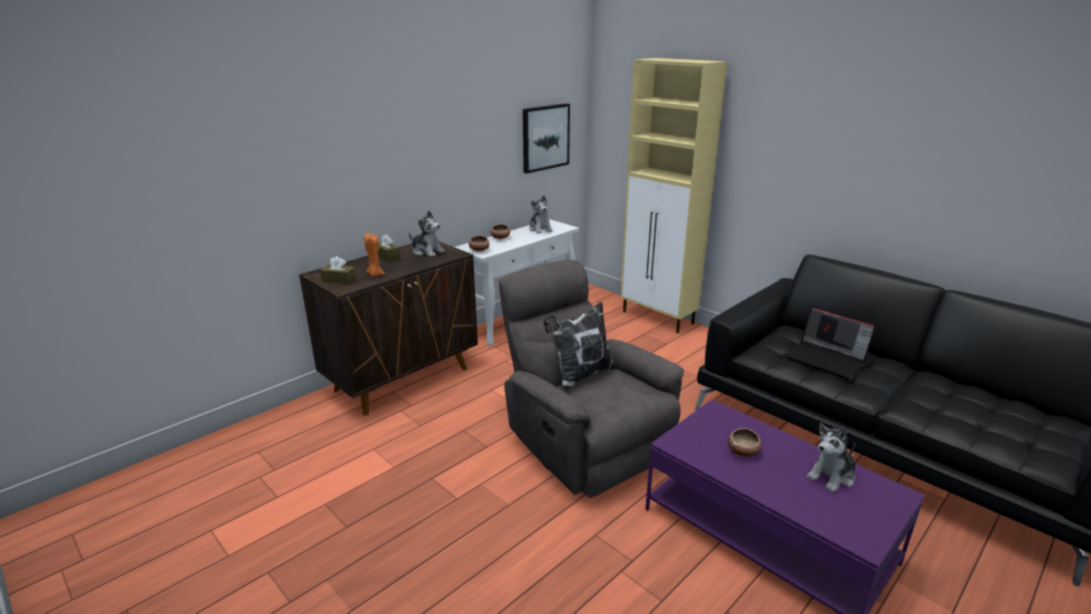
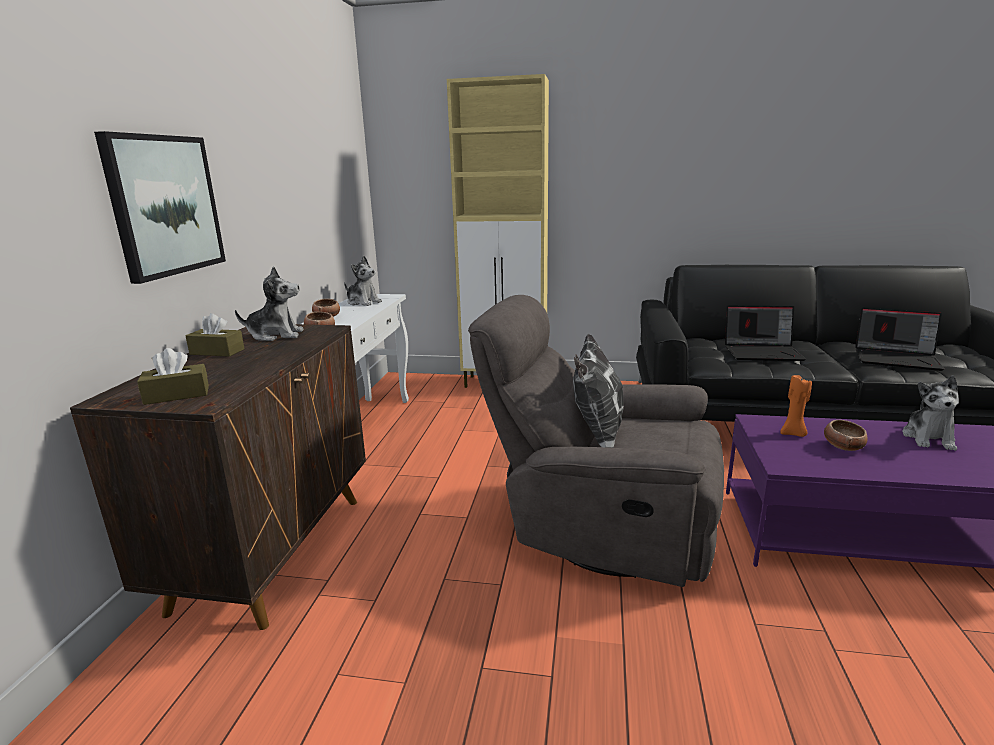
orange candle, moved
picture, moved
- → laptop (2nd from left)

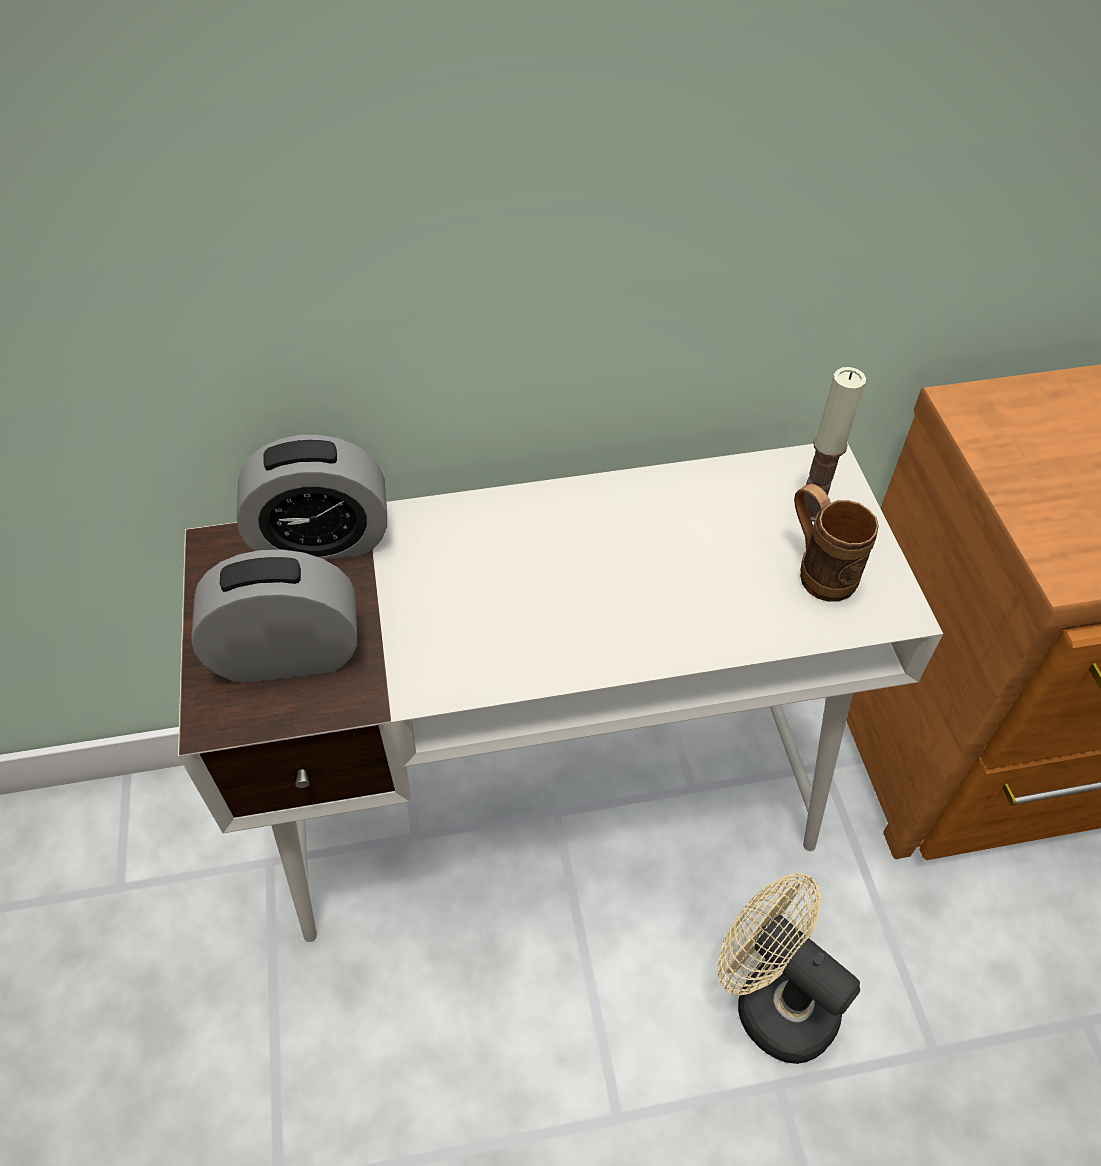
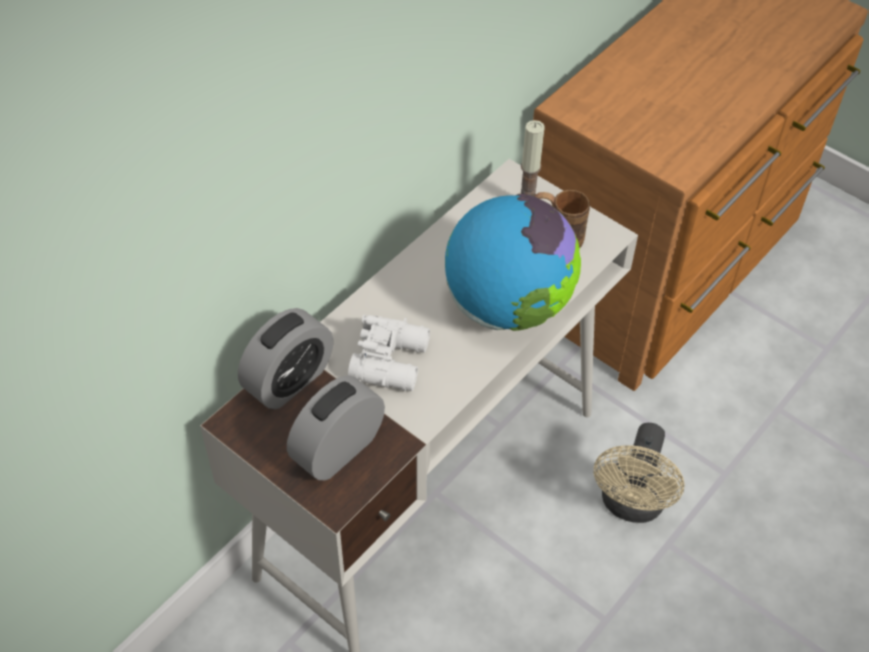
beige fan, 75 degrees counterclockwise
- → white binoculars
- → globe

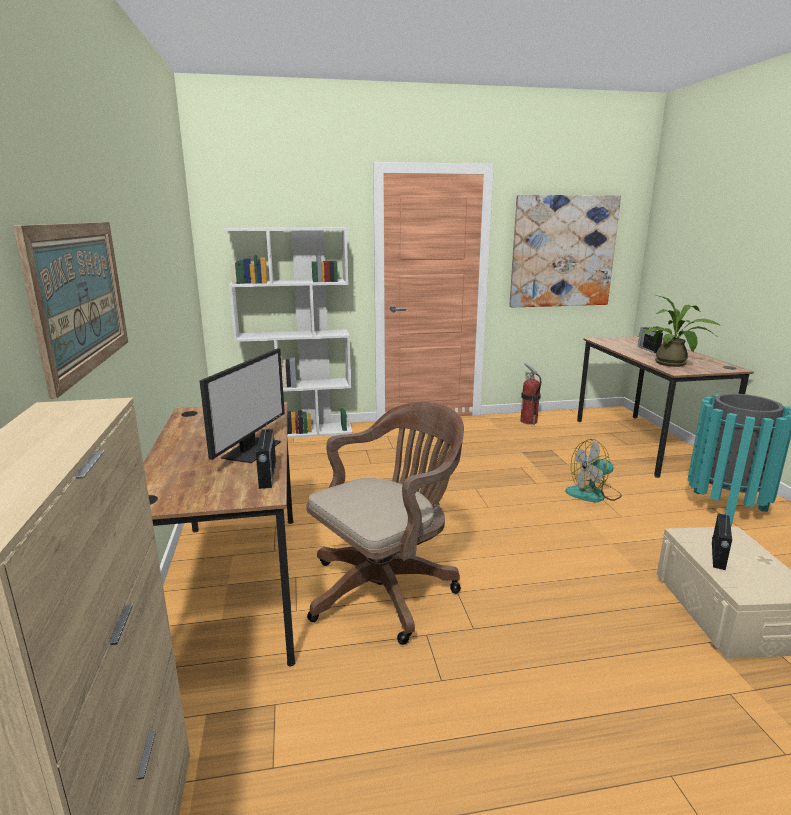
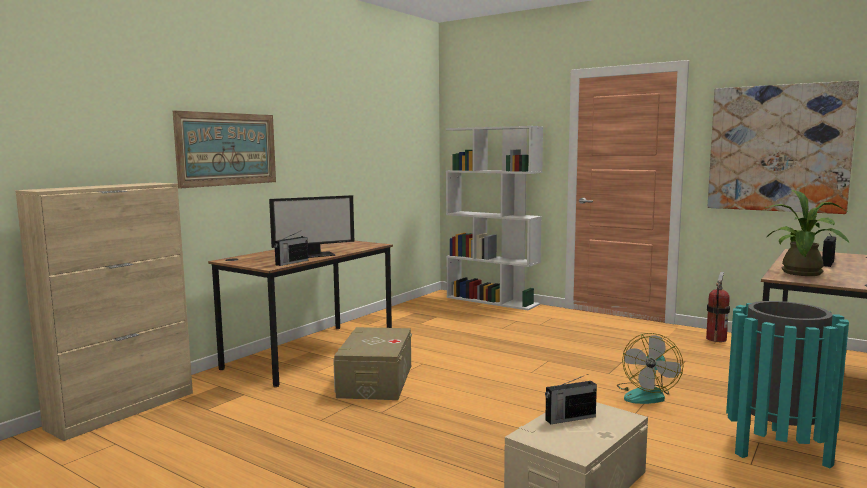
brown office chair → beige storage box (1st from left)
fan, 90 degrees counterclockwise

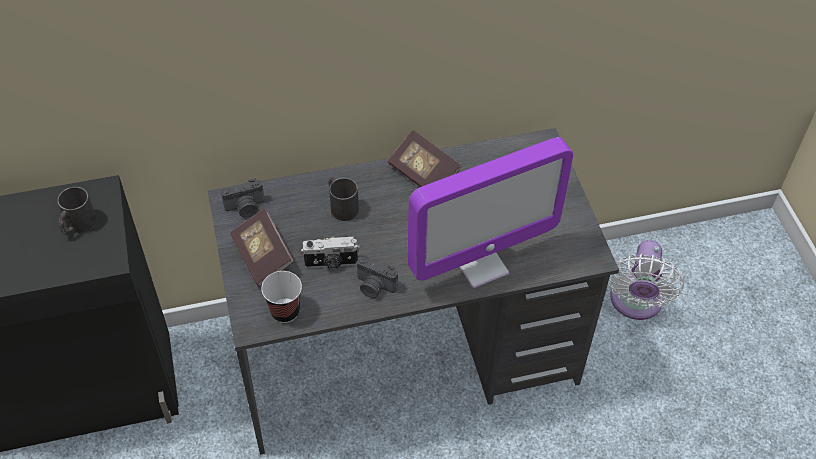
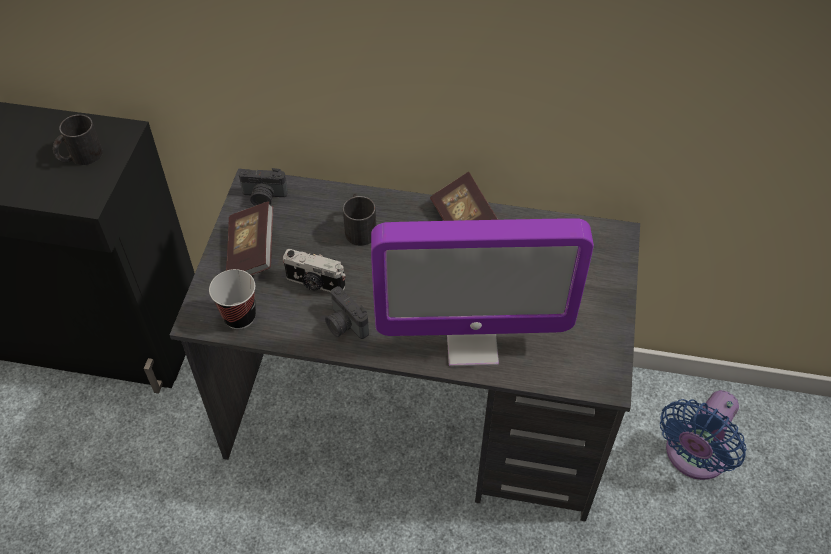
white fan → blue fan

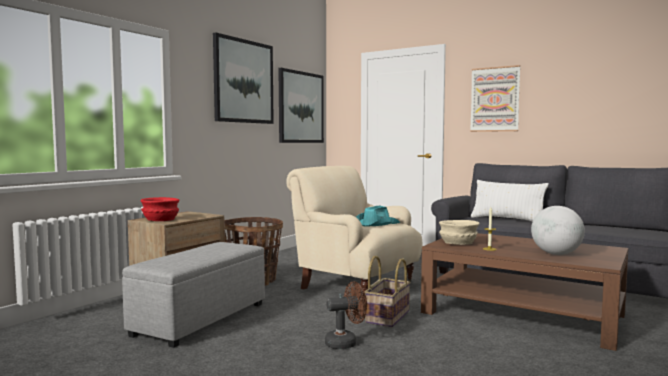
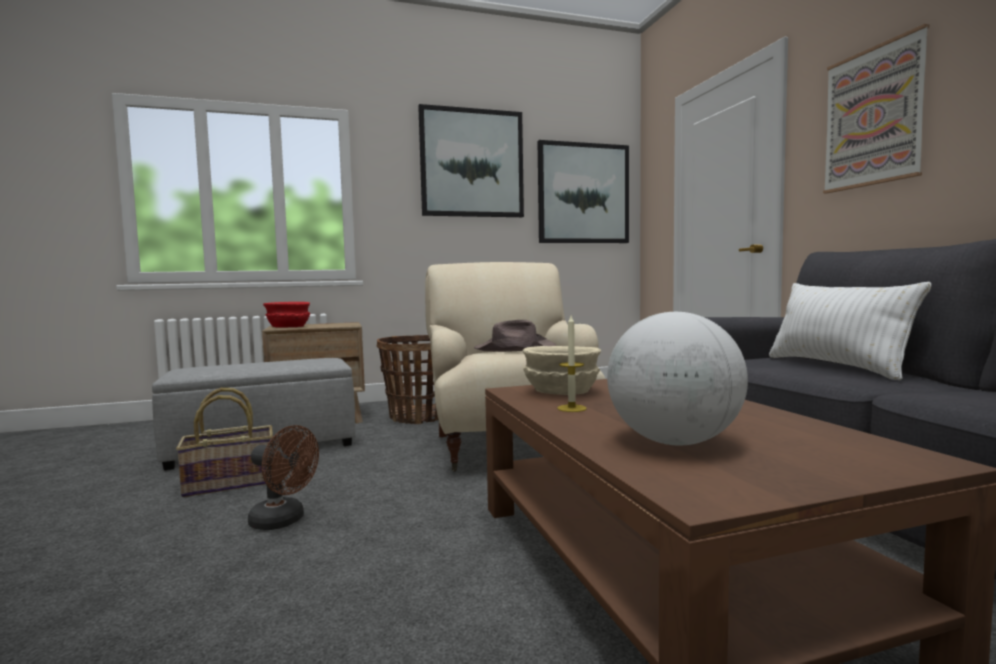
turquoise hat → brown hat
basket (2nd from left in the first image) → basket (1st from left), moved

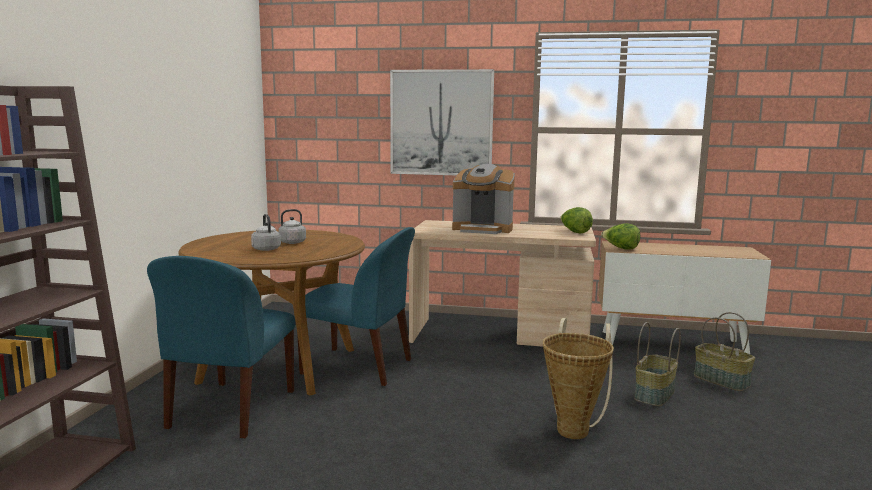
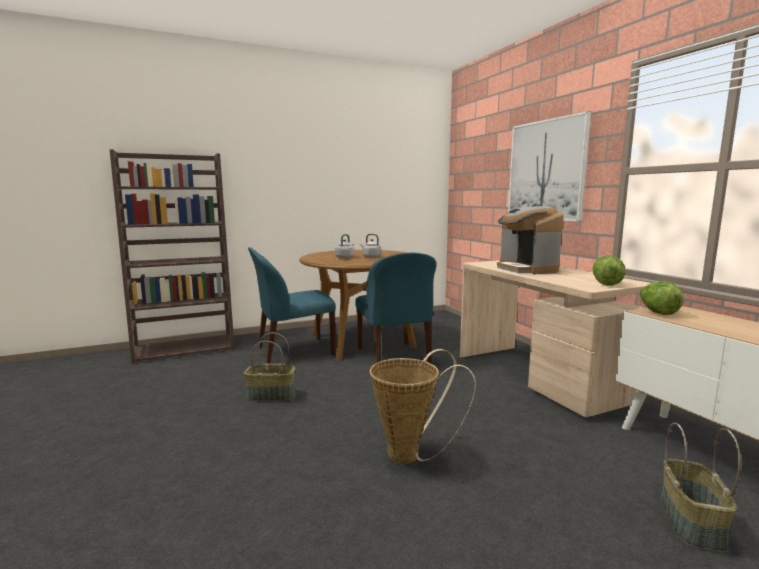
basket (2nd from left in the first image) → basket (1st from left), moved

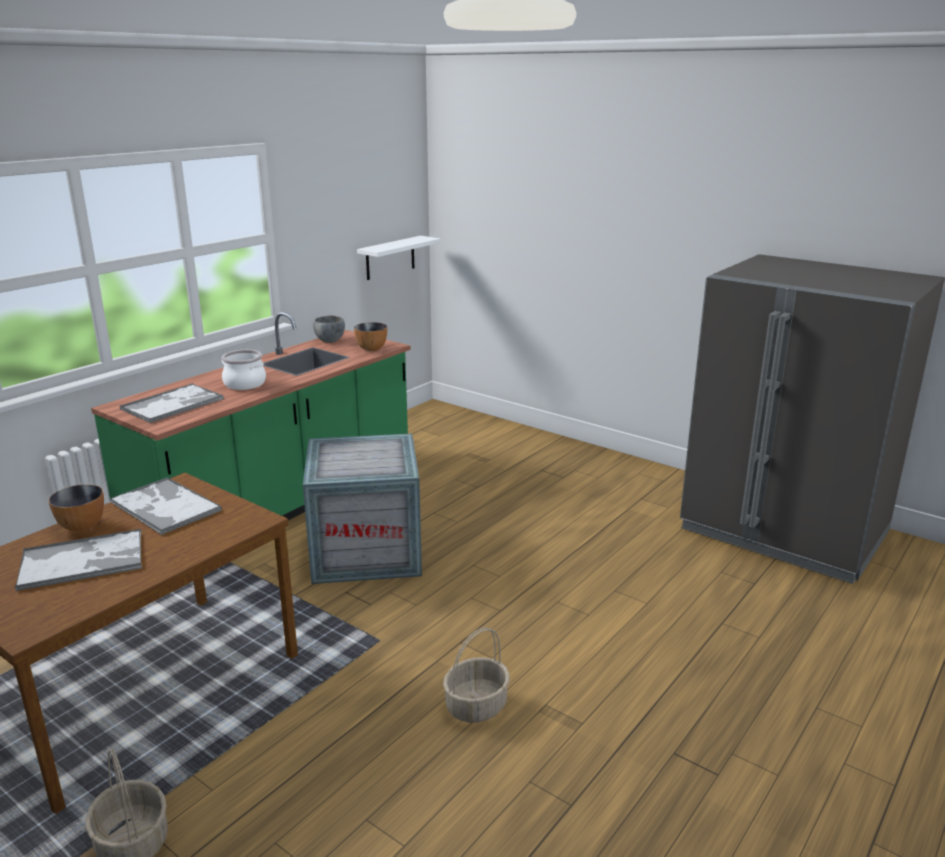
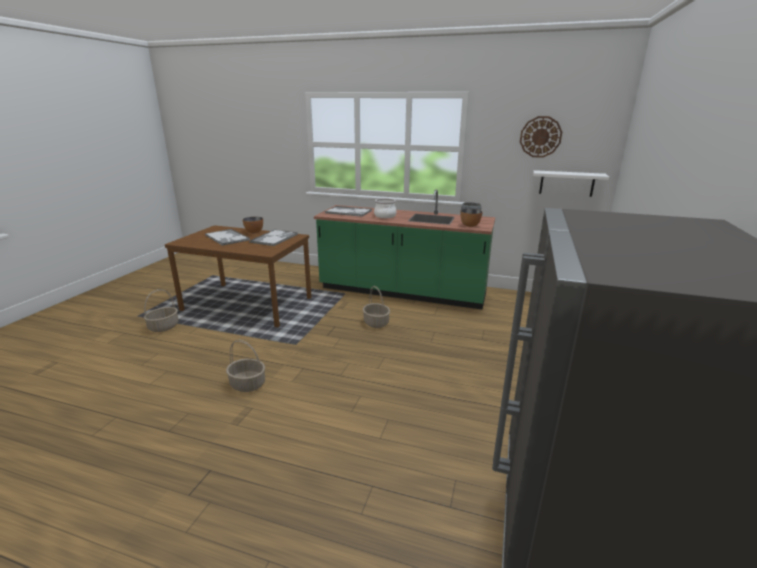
crate → basket (3rd from left)
- → wall clock

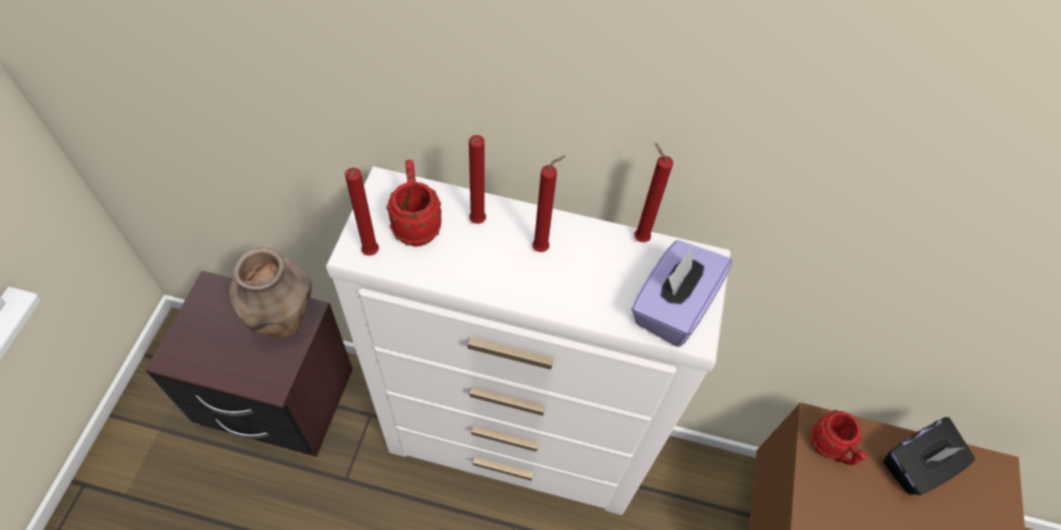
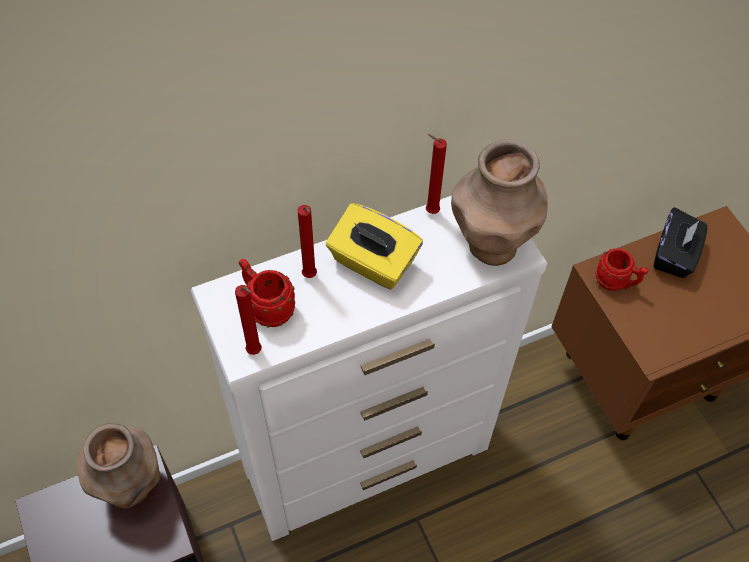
red candle (3rd from left) → yellow tissue box
purple tissue box → brown vase (2nd from left)

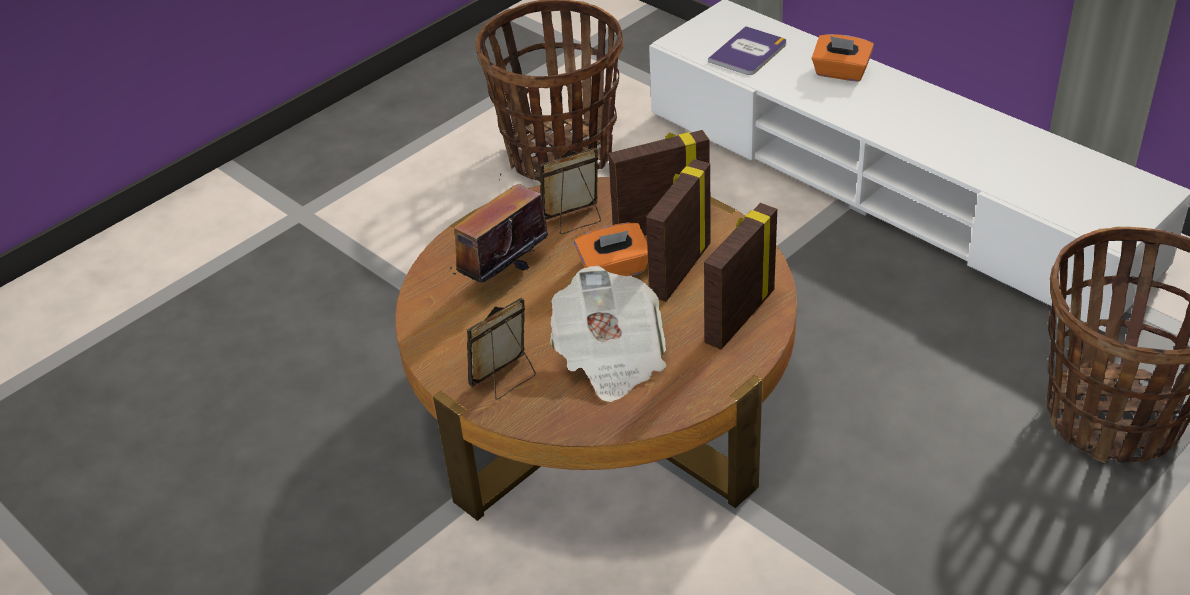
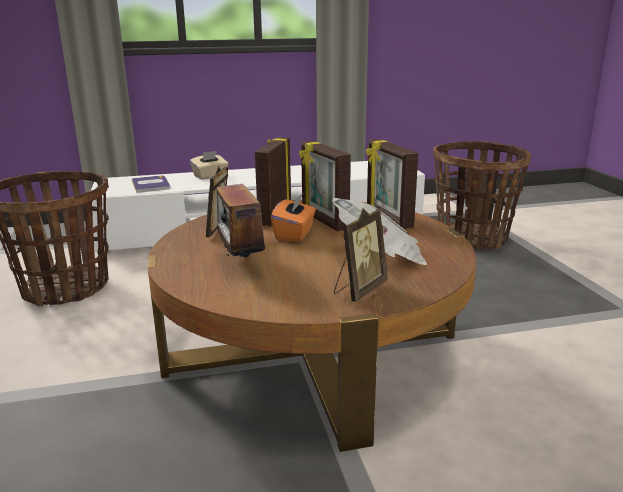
picture frame (1st from left in the first image) → picture frame (4th from left), 135 degrees counterclockwise
orange tissue box (2nd from left) → beige tissue box

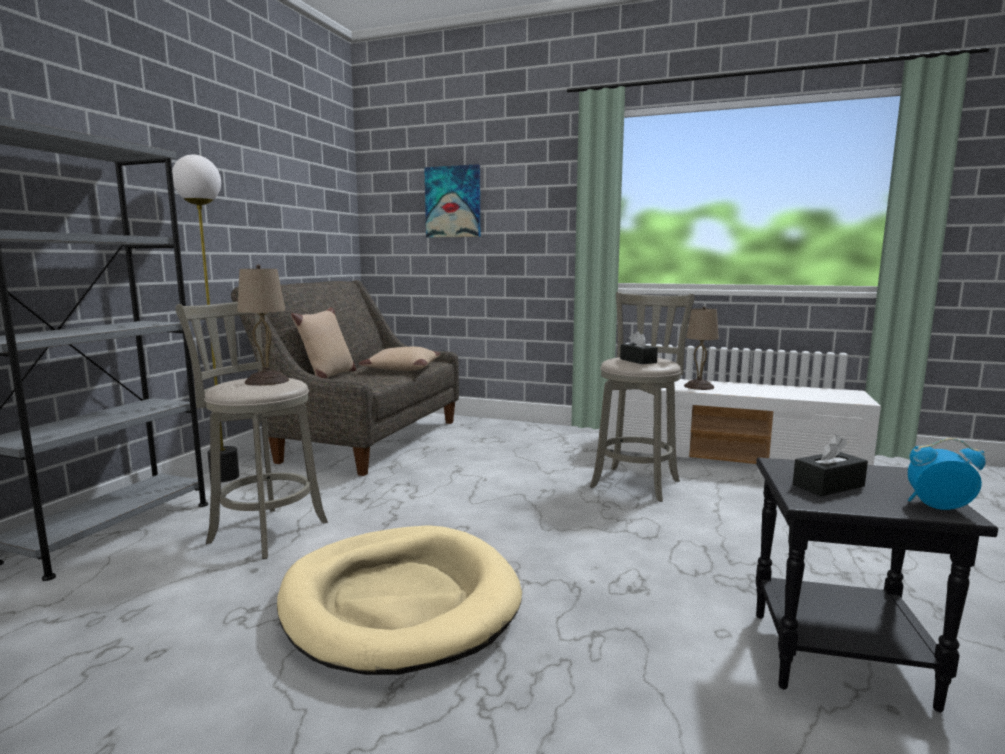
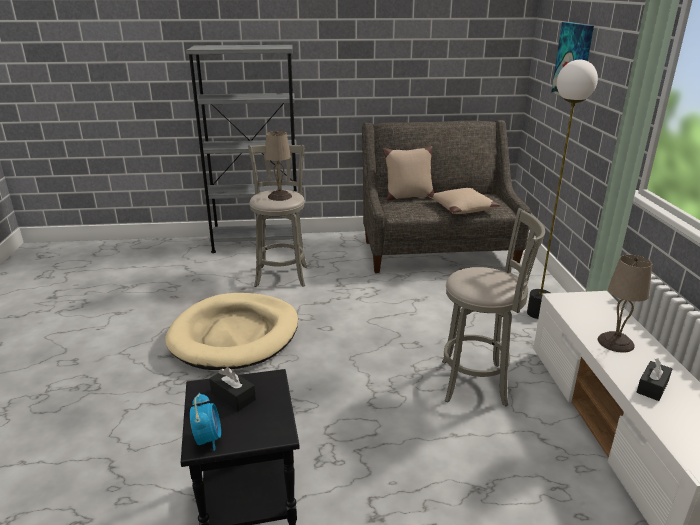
floor lamp, moved
black tissue box (1st from left in the first image) → black tissue box (2nd from left), moved

